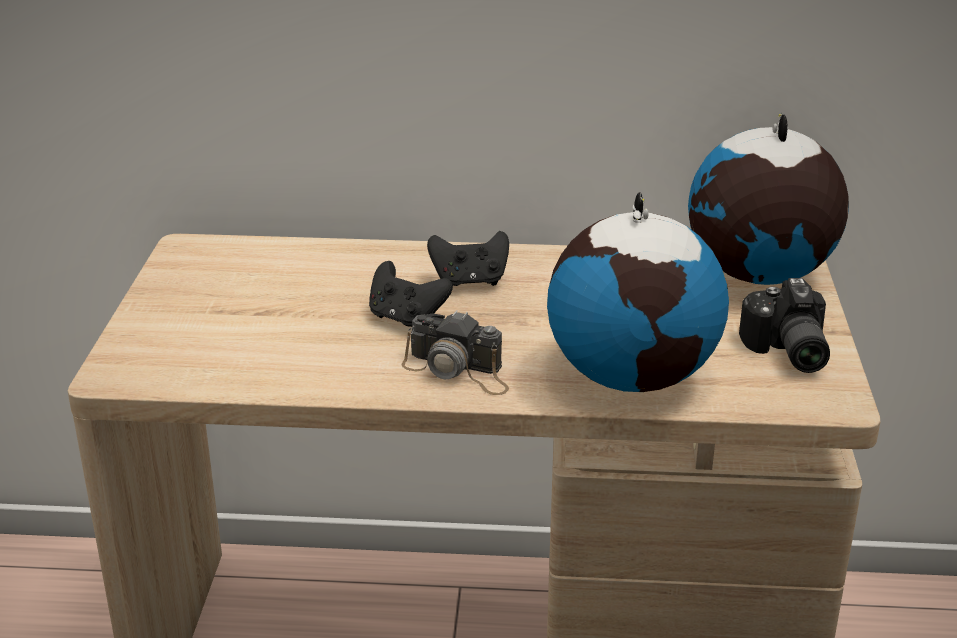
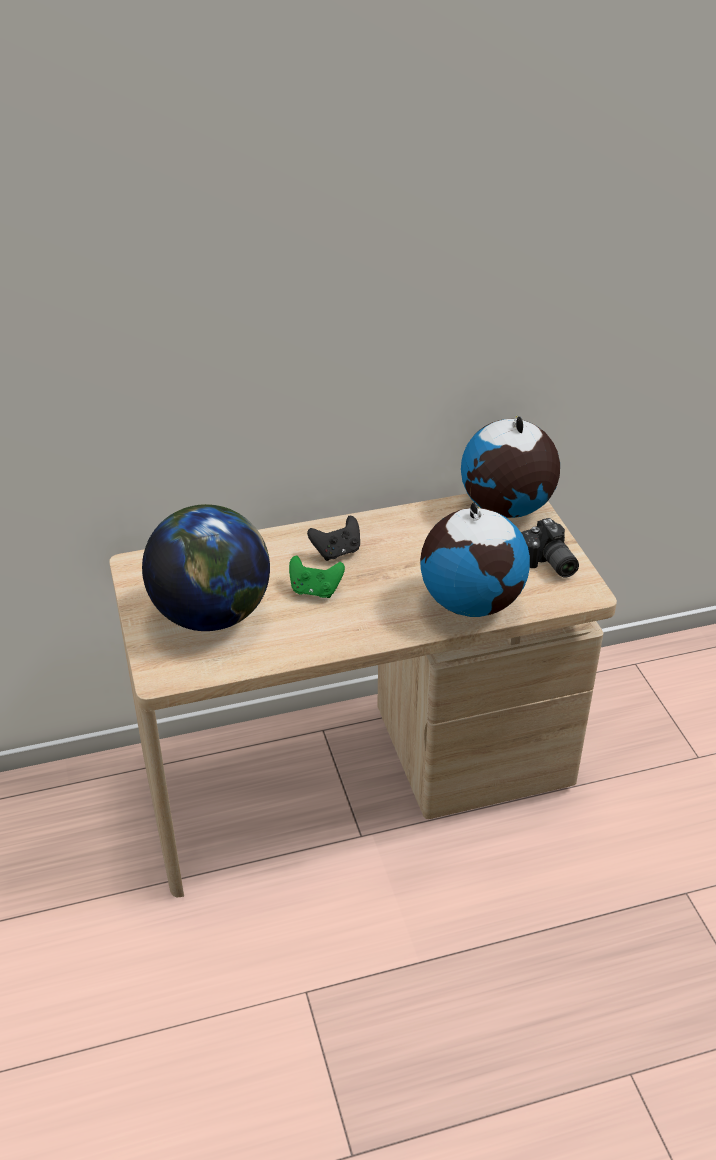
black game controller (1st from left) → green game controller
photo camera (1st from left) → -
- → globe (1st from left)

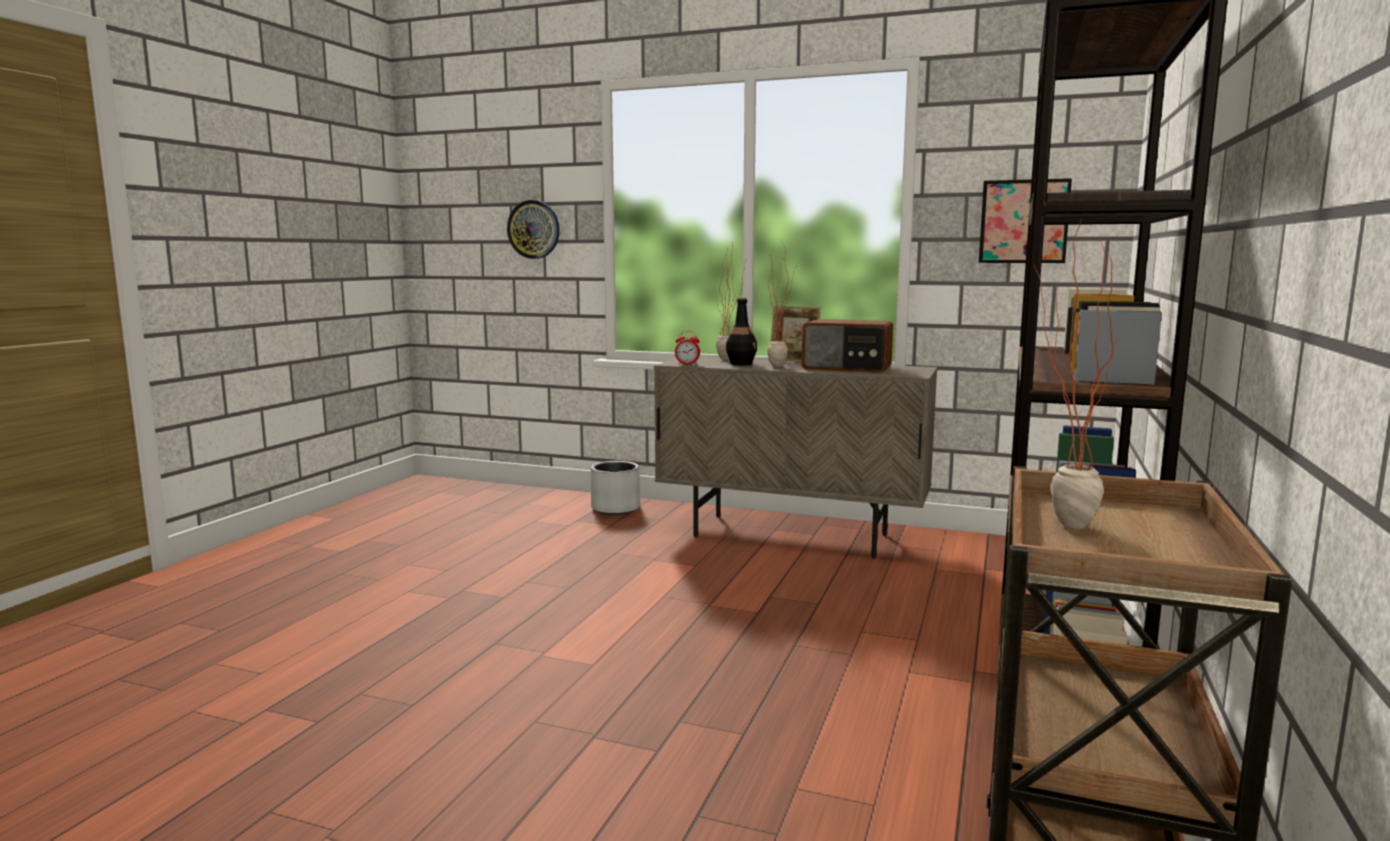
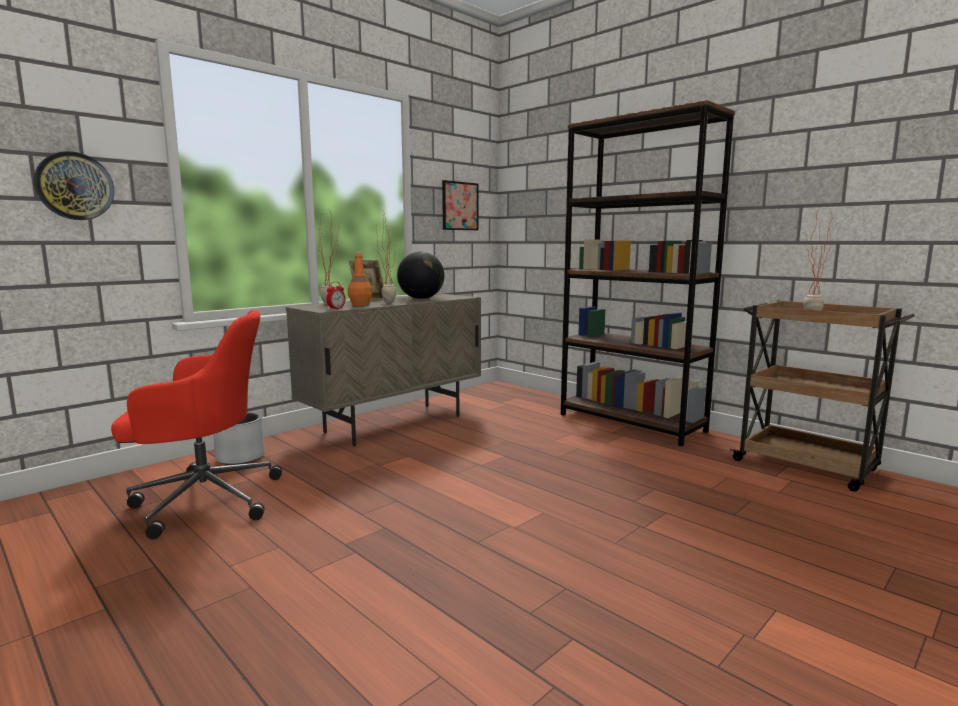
black bottle → orange bottle
radio → globe
- → red office chair

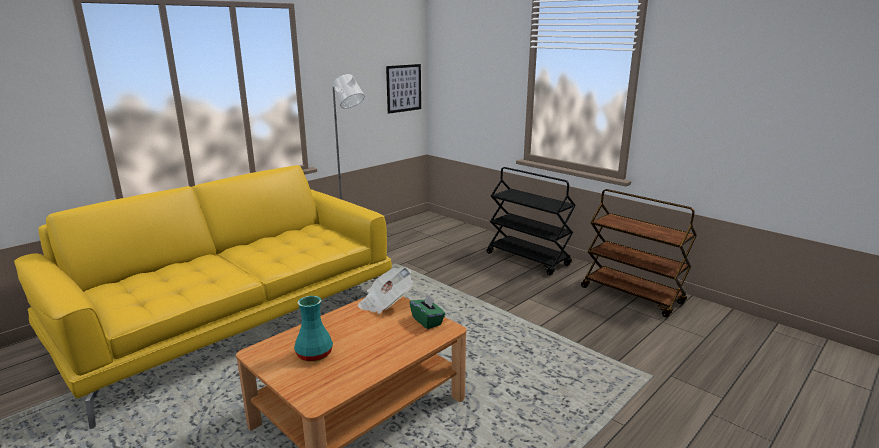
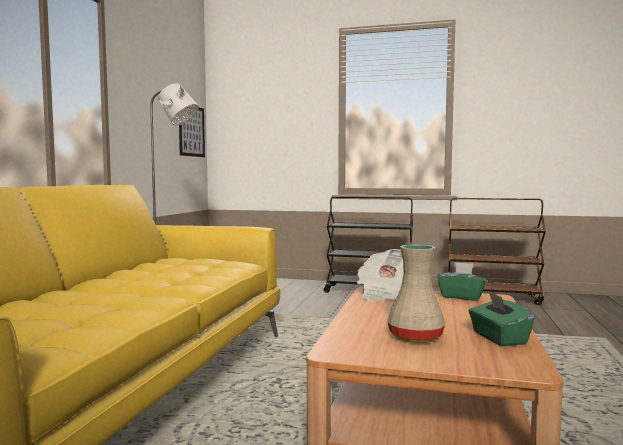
turquoise vase → beige vase
- → green tissue box (2nd from left)

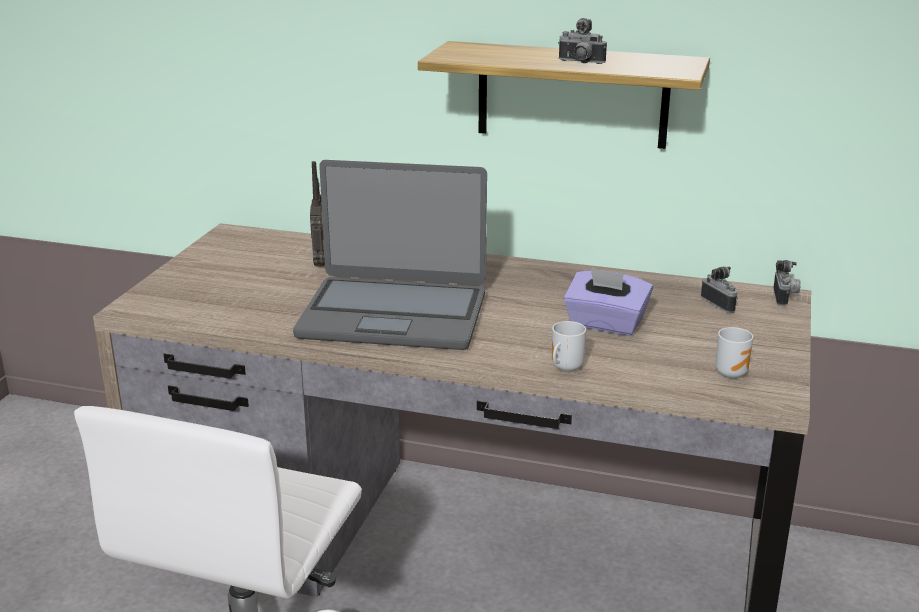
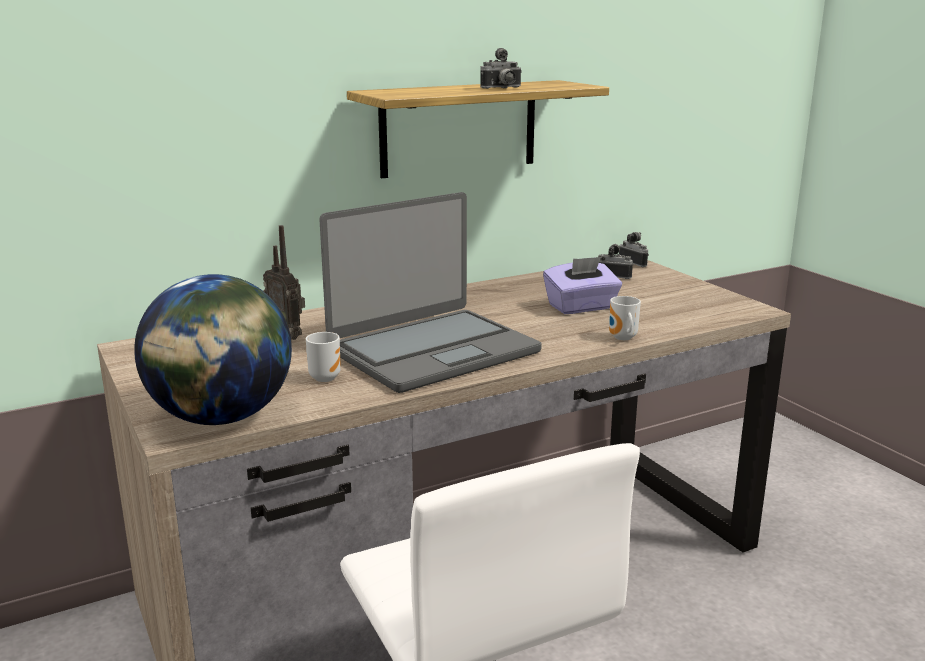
mug (2nd from left in the first image) → mug (1st from left), moved
- → globe

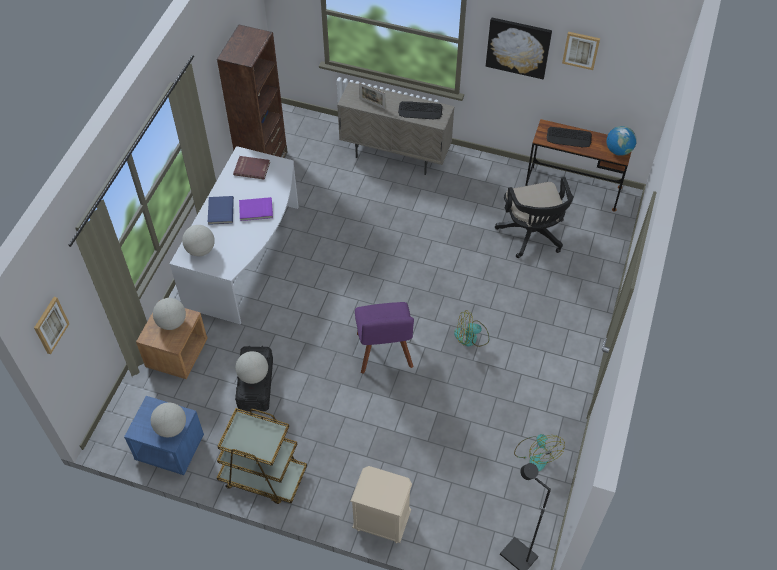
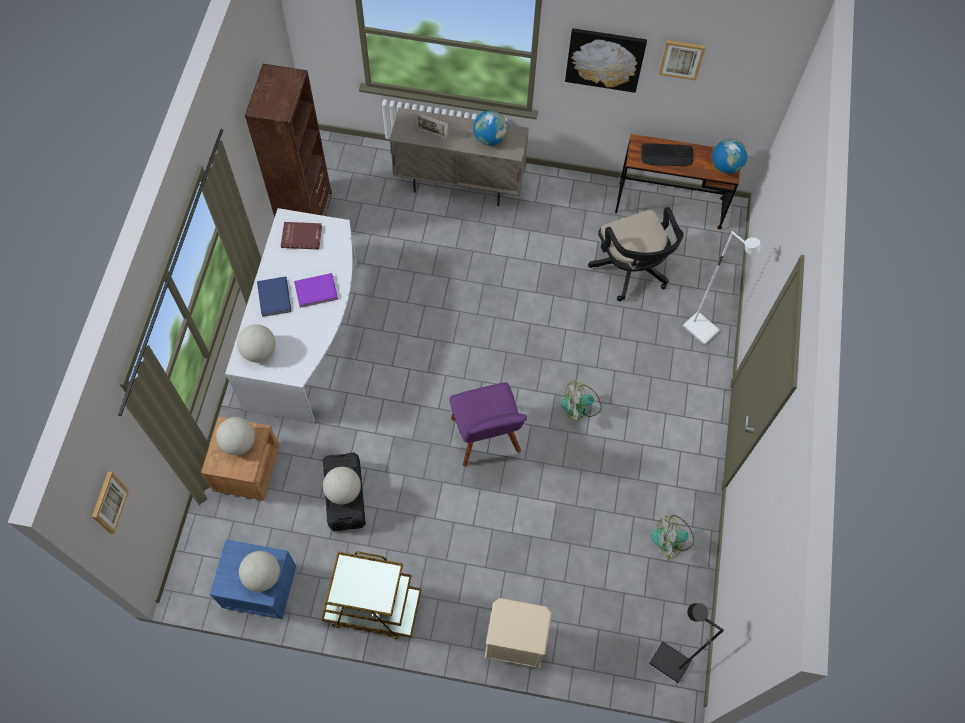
keyboard (1st from left) → globe (5th from left)
fan (2nd from left), 105 degrees clockwise
- → white floor lamp

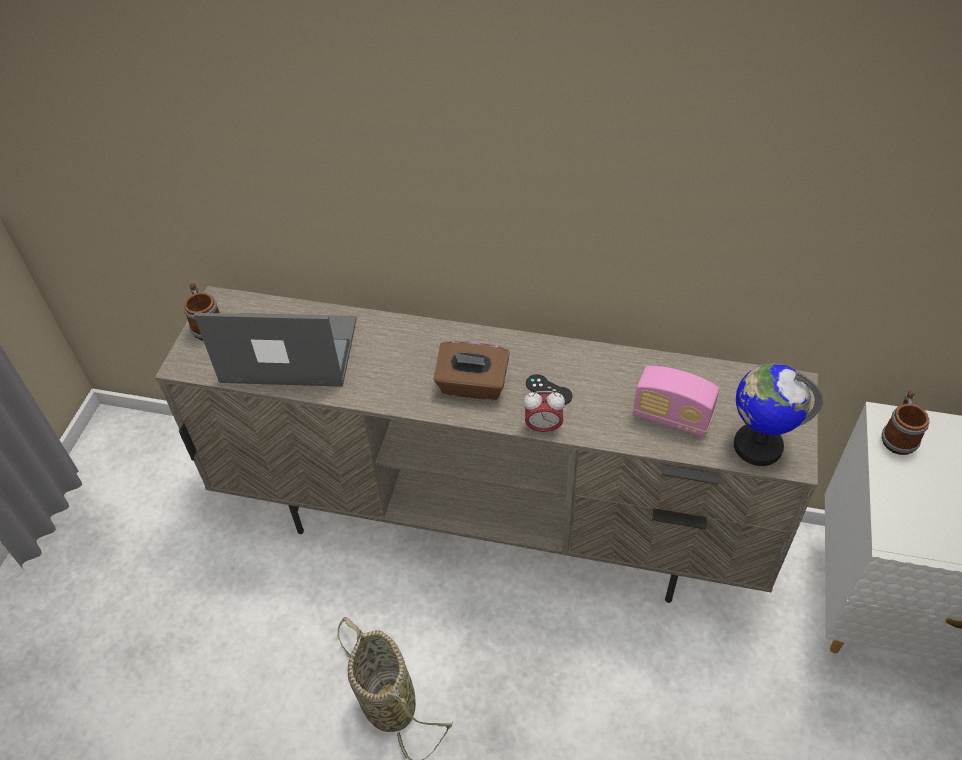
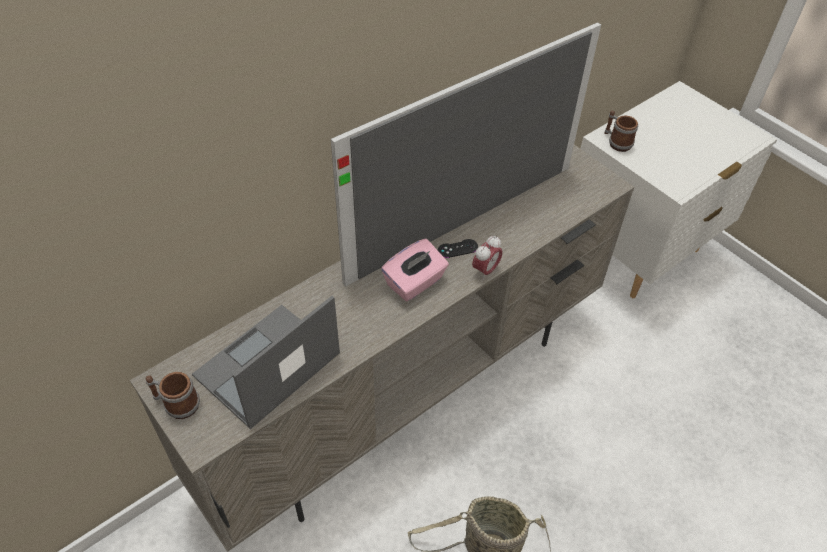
brown tissue box → pink tissue box
radio → -
globe → -
- → television

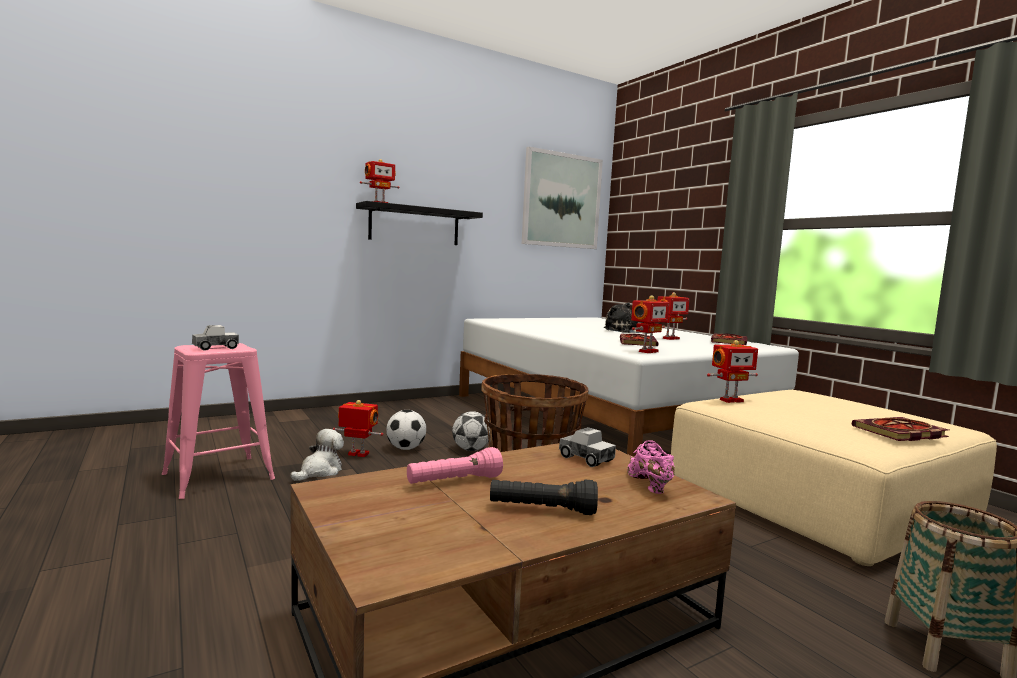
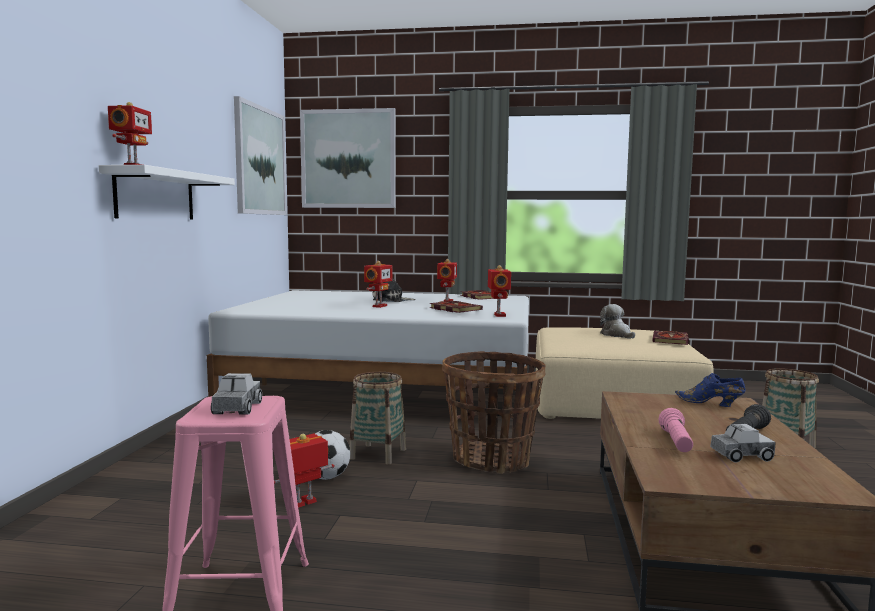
plush toy (1st from left in the first image) → plush toy (2nd from left), moved
black shelf → white shelf
football (2nd from left) → basket (1st from left)
toy truck (2nd from left), moved
pink shoe → blue shoe
toy robot (5th from left in the first image) → toy robot (3rd from left), moved
- → picture (2nd from left)

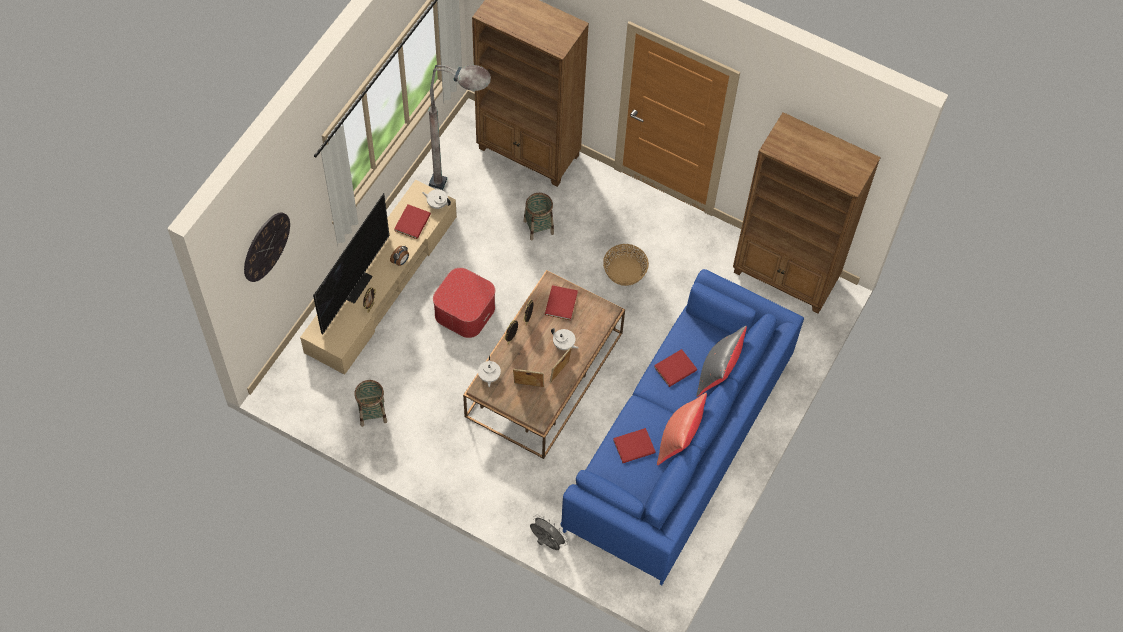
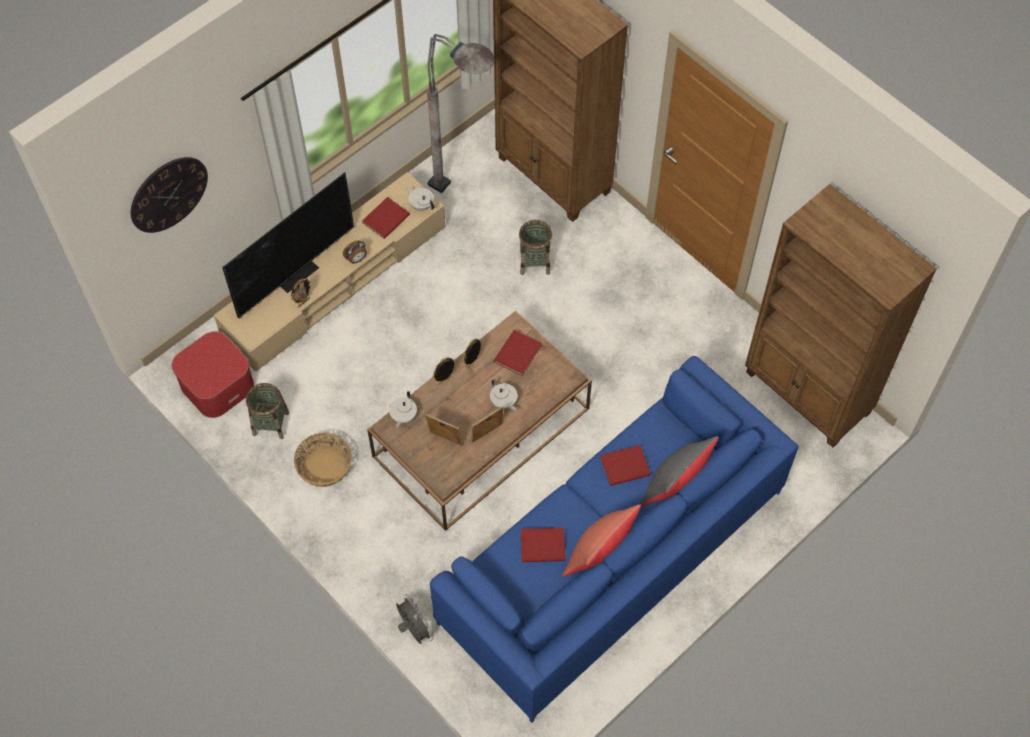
ottoman, moved
basket (3rd from left in the first image) → basket (2nd from left), moved

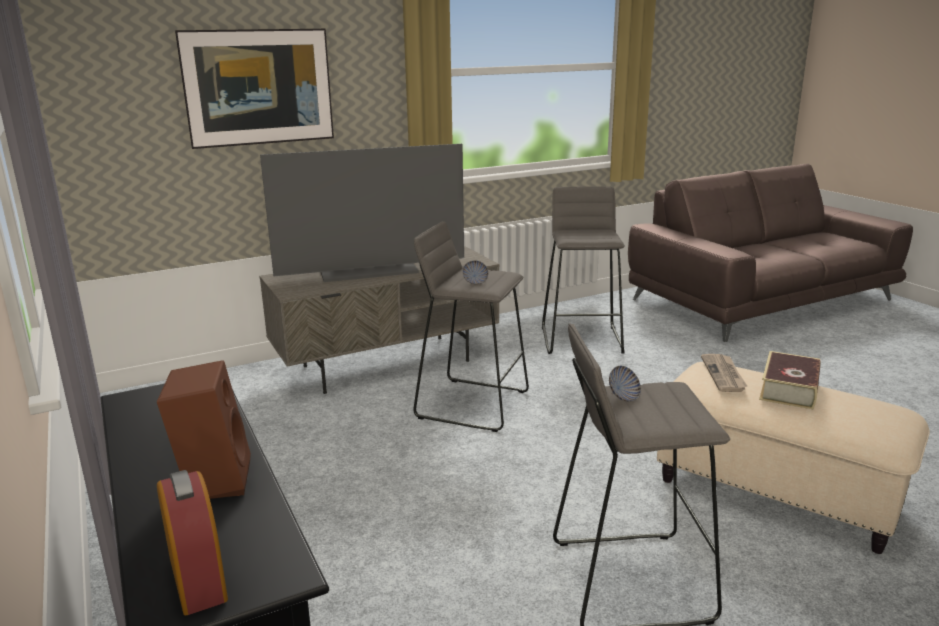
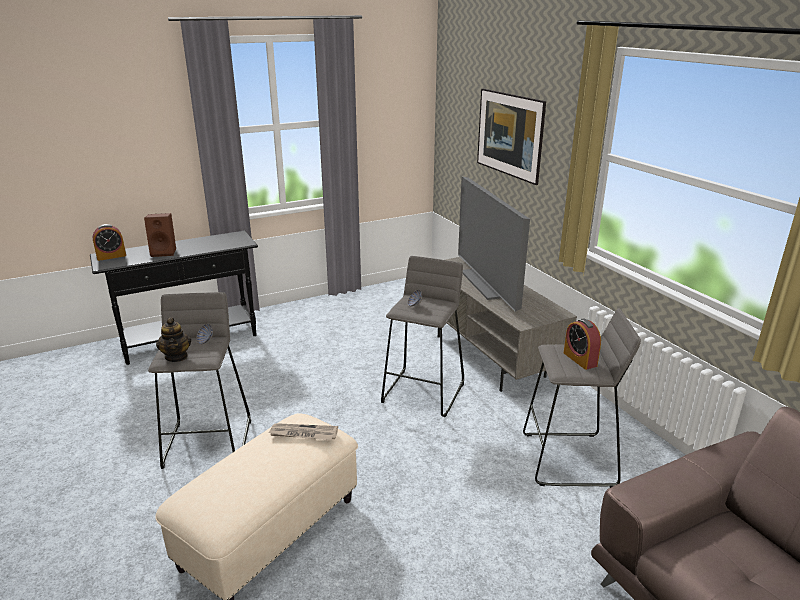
book → -
- → teapot
- → alarm clock (2nd from left)

